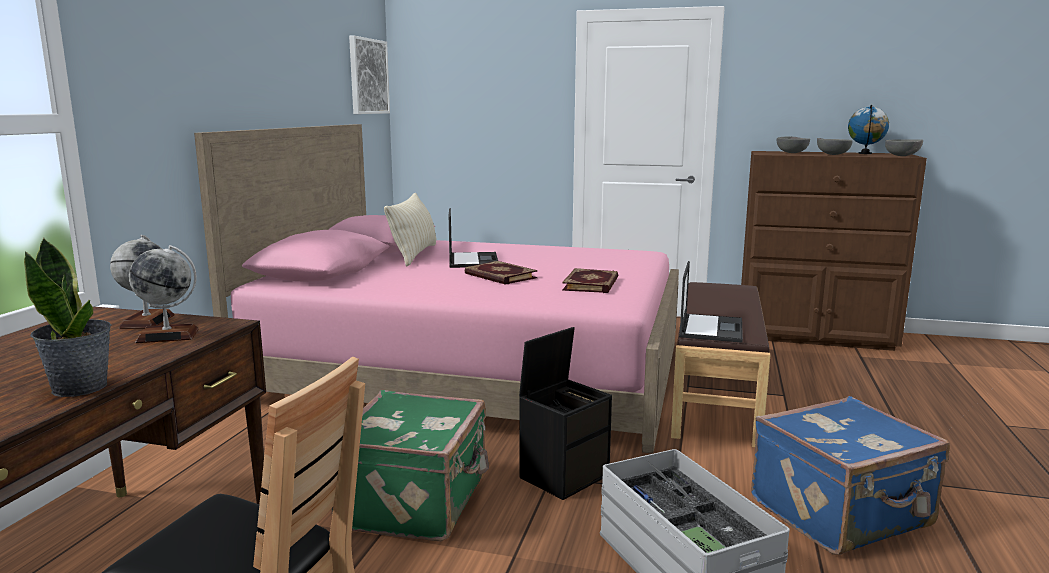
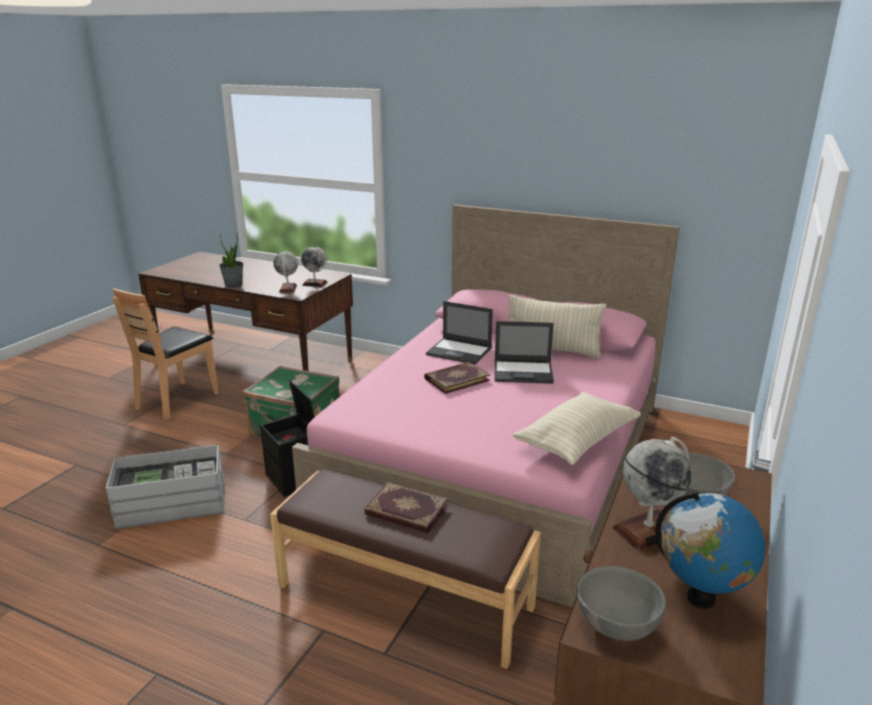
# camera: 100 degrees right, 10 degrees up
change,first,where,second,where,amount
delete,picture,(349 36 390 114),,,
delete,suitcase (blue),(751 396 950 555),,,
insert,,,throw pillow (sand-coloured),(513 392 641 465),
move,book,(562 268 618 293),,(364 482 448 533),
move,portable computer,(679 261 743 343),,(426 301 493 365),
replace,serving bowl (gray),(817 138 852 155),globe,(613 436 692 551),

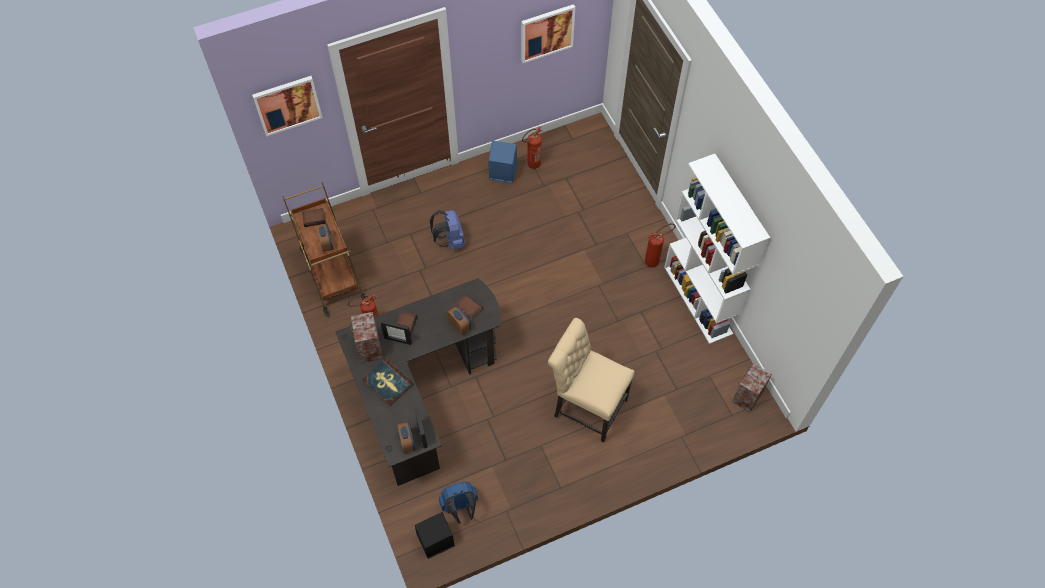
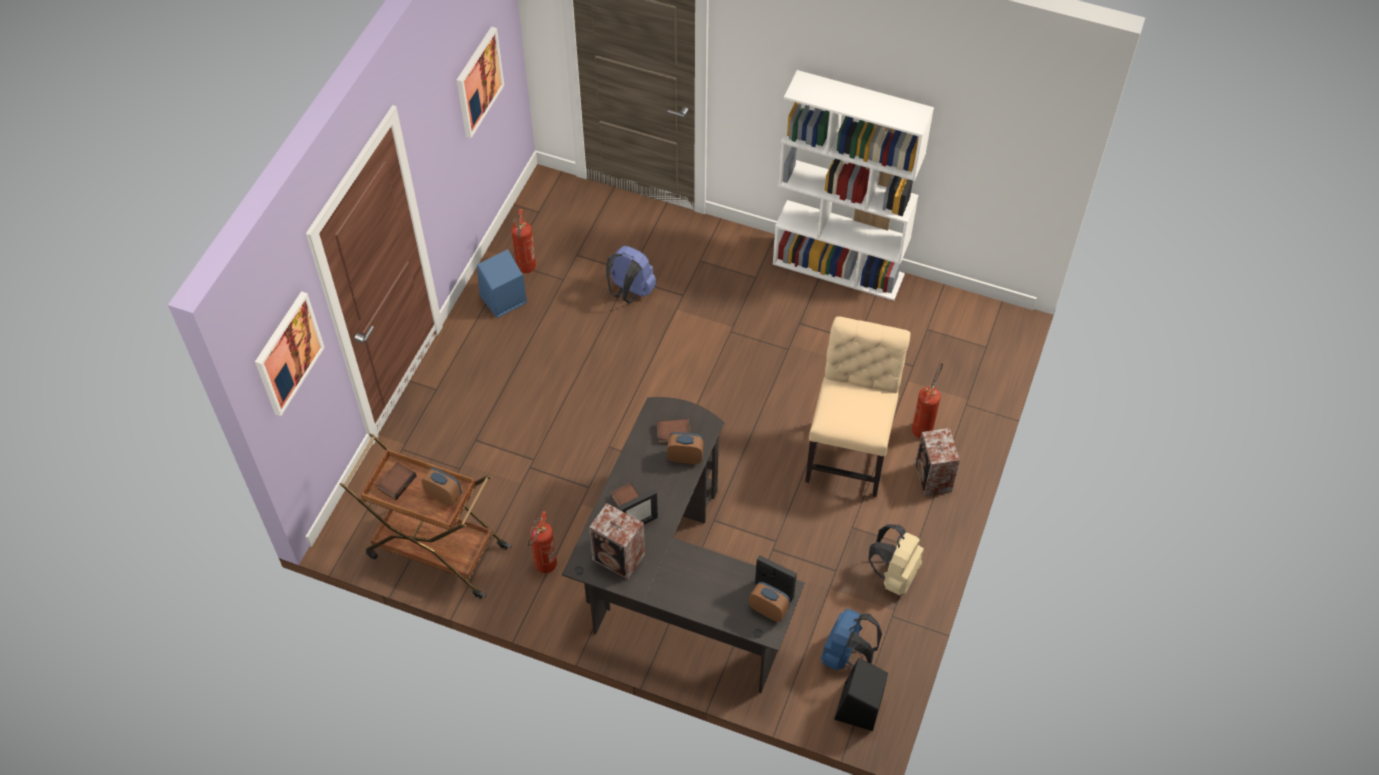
# camera: 45 degrees left, 5 degrees down
change,first,where,second,where,amount
delete,book,(362 358 413 407),,,
insert,,,knapsack (sand-coloured),(868 524 924 596),
move,knapsack (blue),(430 210 465 250),,(606 246 656 303),
move,extinguisher,(645 223 676 267),,(912 362 943 438),
move,speaker,(732 363 772 412),,(915 428 960 496),
rotate,chair (sand-coloured),(548 318 634 442),,(805 316 910 497),120 degrees clockwise

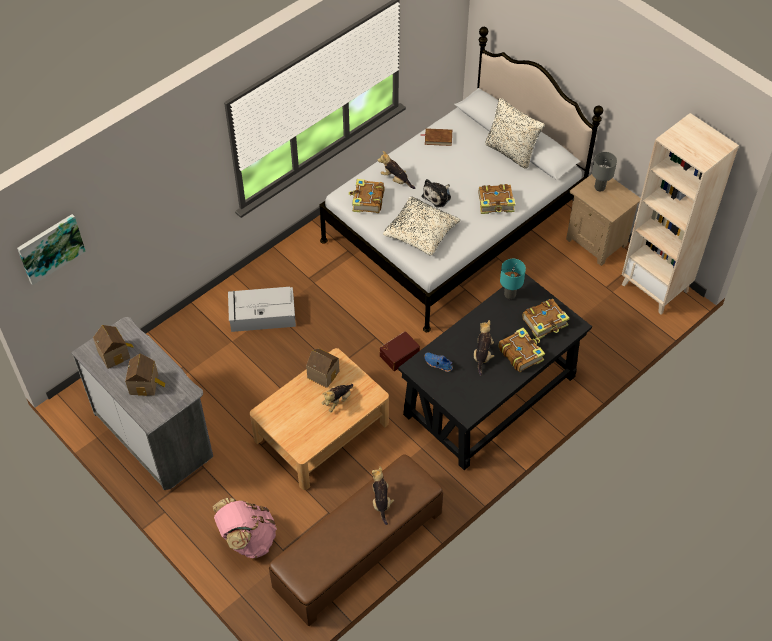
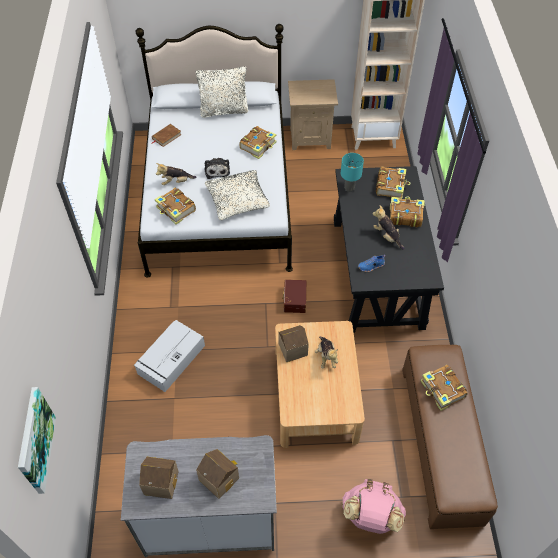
# camera: 50 degrees left, 0 degrees up
change,first,where,second,where,amount
delete,tabletop lamp (gray),(592 152 617 192),,,
replace,cuddly toy,(372 467 394 525),book,(420 365 468 411),

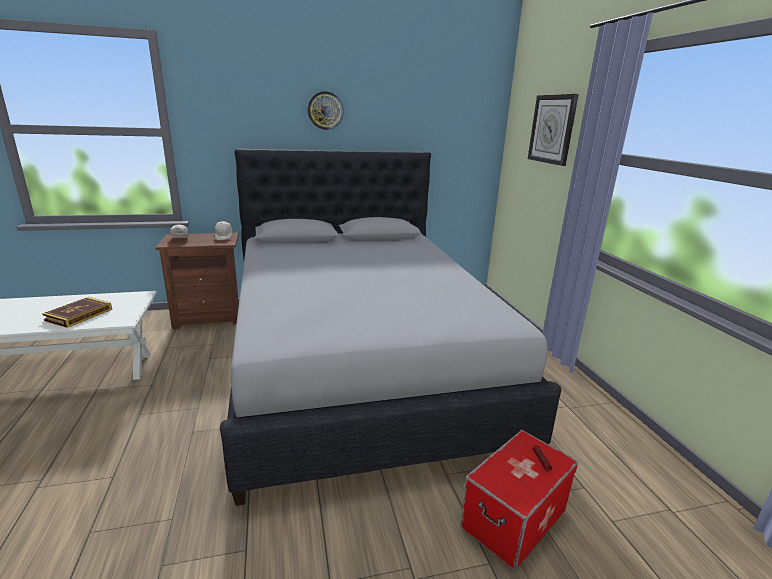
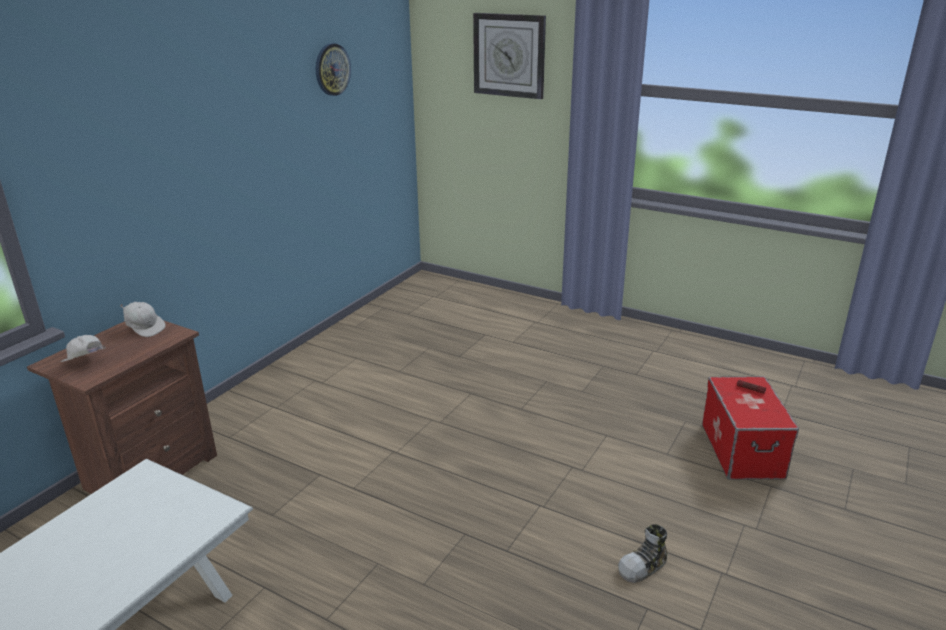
# camera: 45 degrees left, 5 degrees up
change,first,where,second,where,amount
delete,book,(42 297 112 328),,,
delete,sleeping bed (gray),(220 149 561 506),,,
insert,,,item of footwear,(618 524 668 583),
move,clock on the wall,(308 91 344 130),,(316 43 351 96),

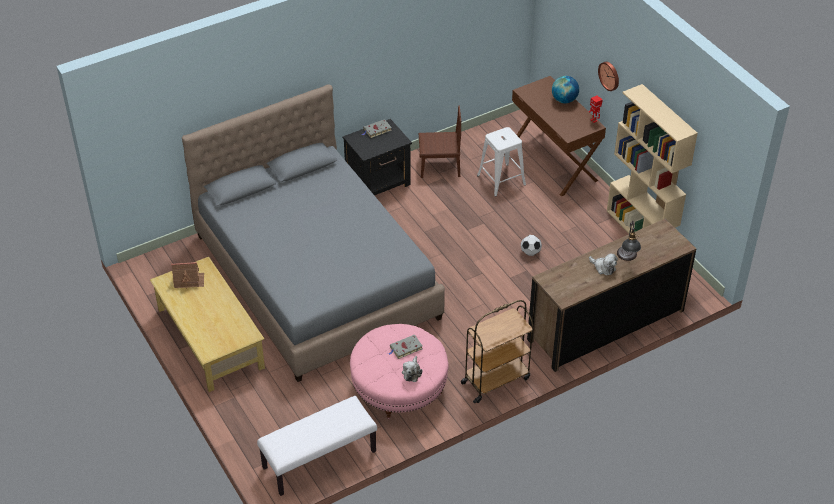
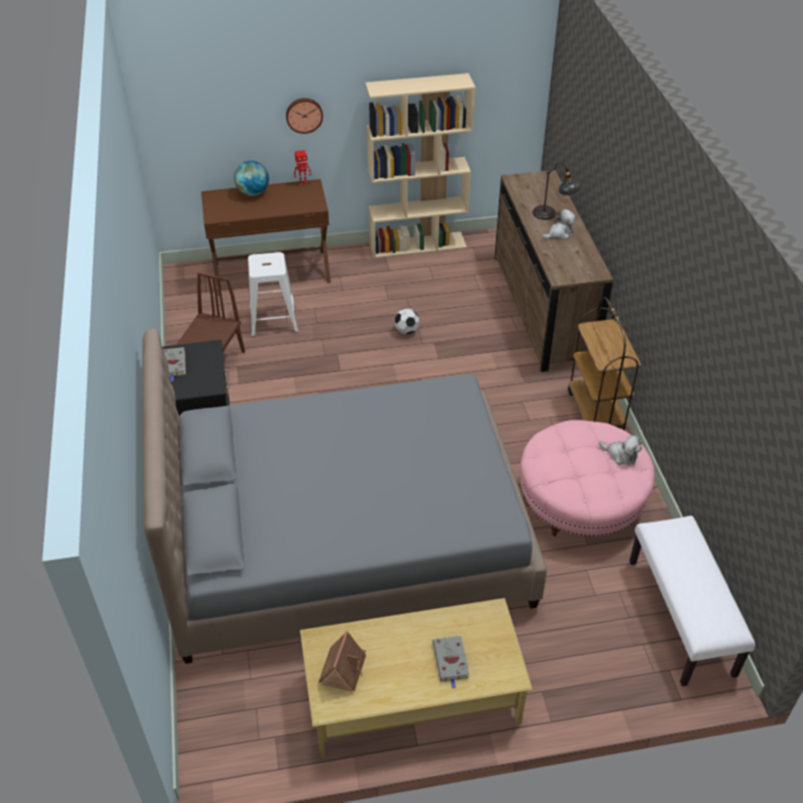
# camera: 70 degrees left, 0 degrees up
change,first,where,second,where,amount
move,book (gray),(388 335 423 359),,(433 636 469 689),

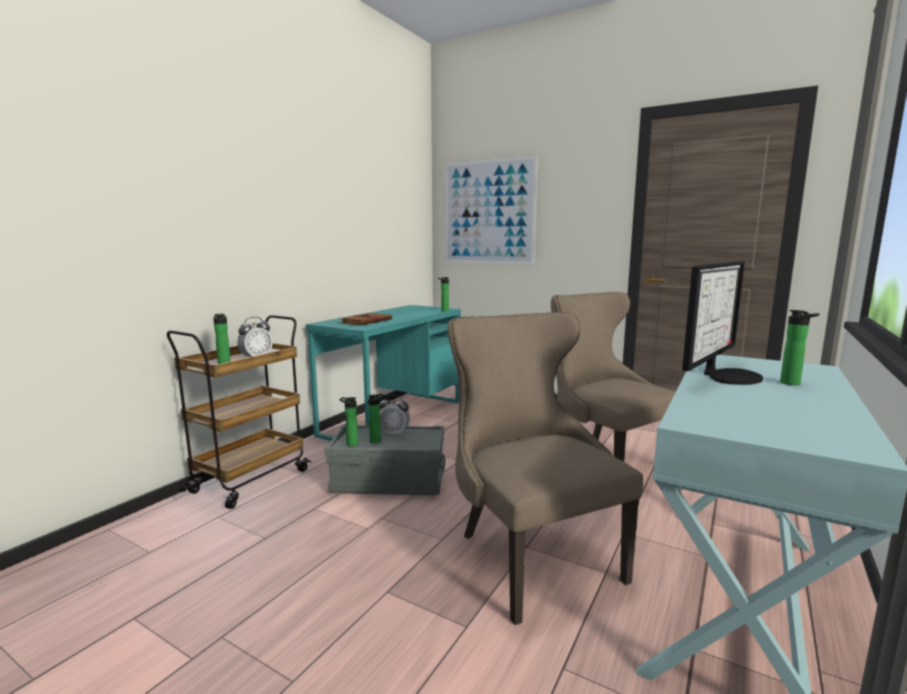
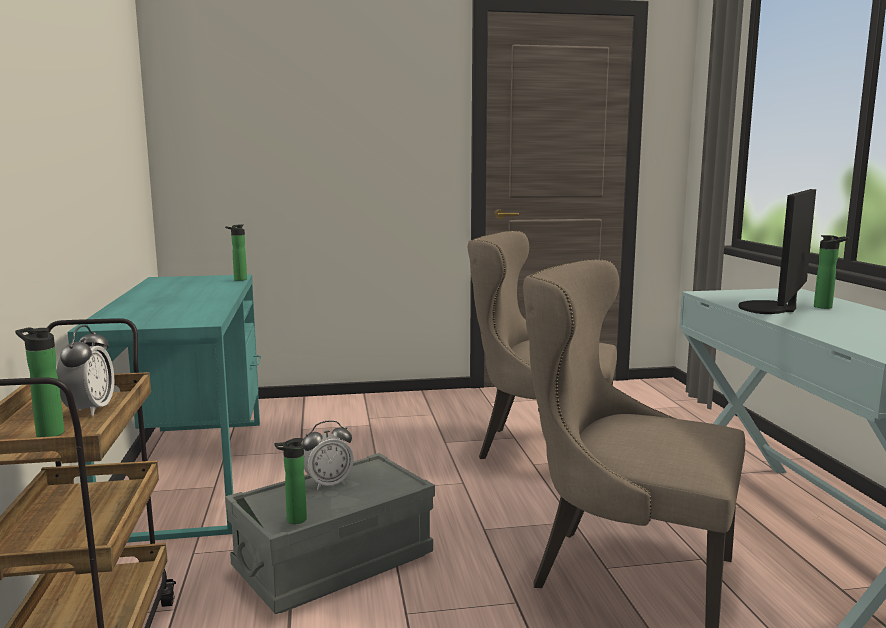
# camera: 40 degrees left, 0 degrees up
change,first,where,second,where,amount
delete,book (brown-coloured),(339 313 392 326),,,
delete,drink bottle,(368 393 384 443),,,
delete,picture,(444 155 538 265),,,
rotate,computer screen,(682 261 763 385),,(738 189 816 314),150 degrees counterclockwise

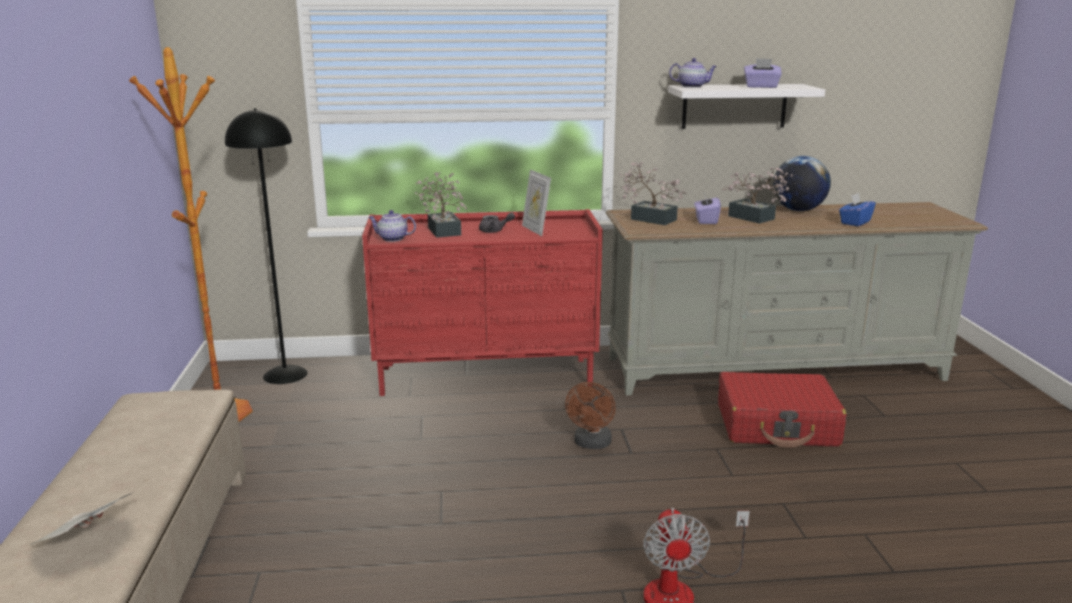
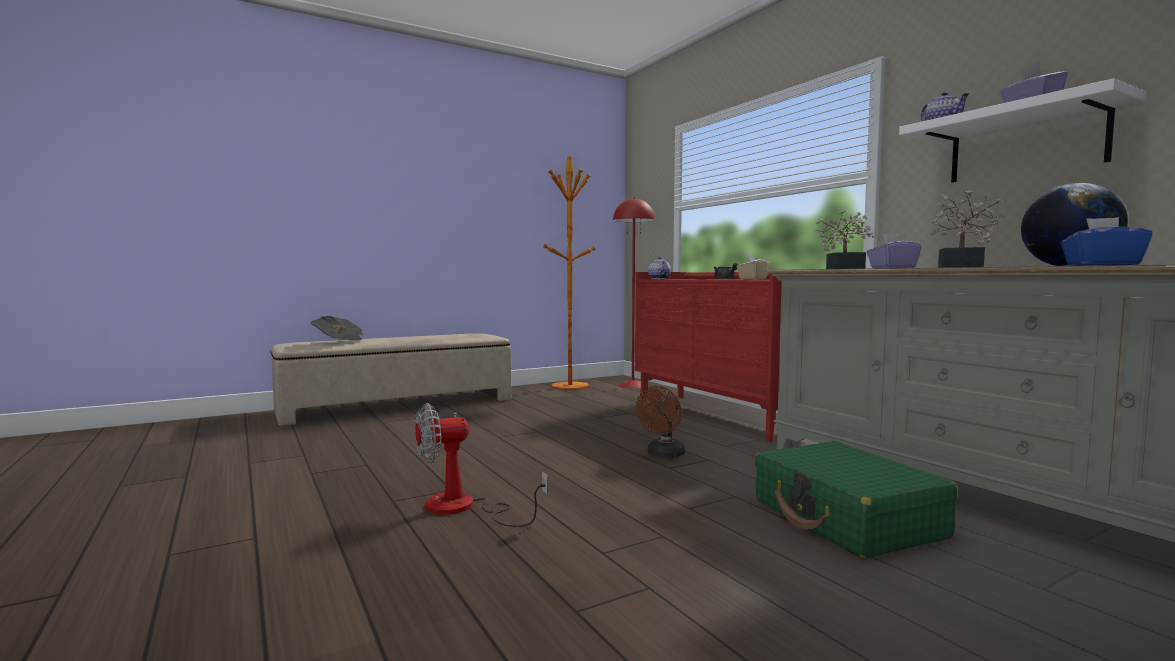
# camera: 65 degrees right, 15 degrees down
change,first,where,second,where,amount
delete,potted plant,(415 172 467 238),,,
replace,picture frame,(522 169 551 236),box of tissues (sand-coloured),(737 253 769 280),
recolor,floor lamp (blackish),(225 108 307 384),floor lamp (reddish),(613 198 655 389),
recolor,suitcase (reddish),(718 372 846 448),suitcase (greenish),(755 441 957 559),
rotate,electric fan (brown-coloured),(565 382 616 449),,(636 386 685 458),45 degrees counterclockwise

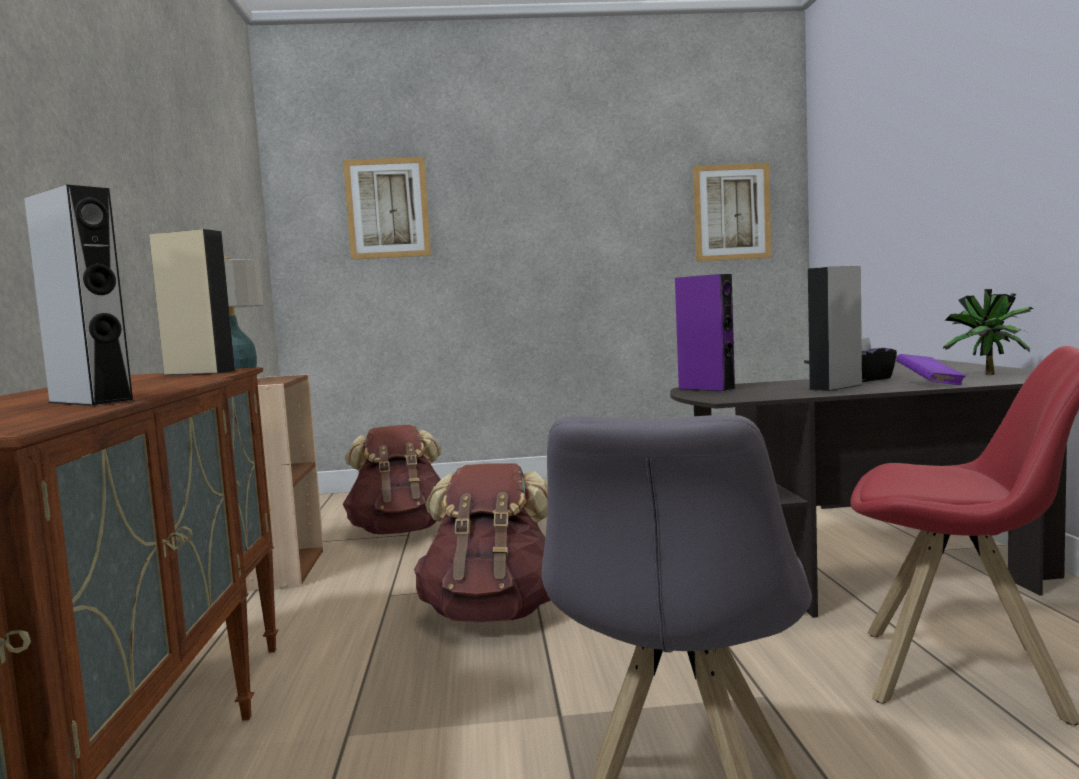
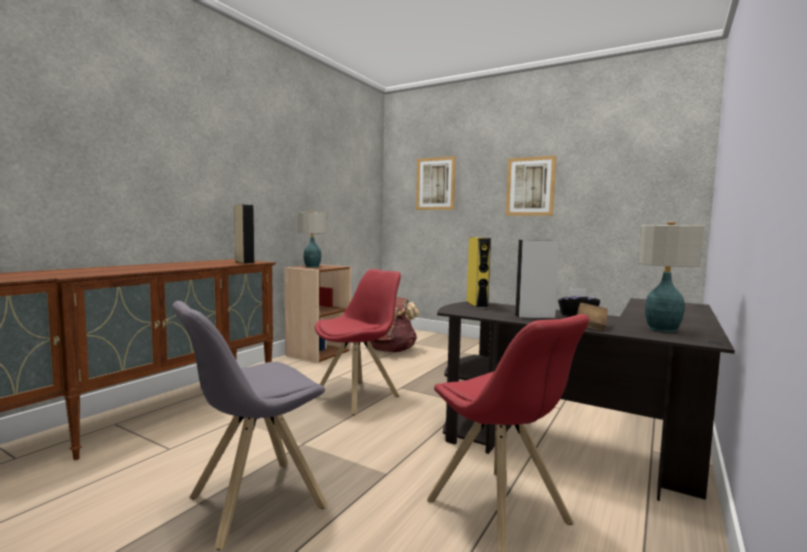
# camera: 35 degrees right, 0 degrees up
change,first,where,second,where,amount
delete,speaker (gray),(24 184 135 406),,,
move,picture,(693 163 771 262),,(506 156 556 216),
replace,knapsack (brown-coloured),(414 463 551 622),chair (reddish),(315 269 401 415),
replace,potted plant,(943 289 1033 375),tabletop lamp,(638 222 704 332),
recolor,speaker (purple-coloured),(675 274 735 392),speaker (yellow-coloured),(467 237 491 307),
recolor,book (purple-coloured),(896 354 966 385),book (brown-coloured),(577 303 608 331),

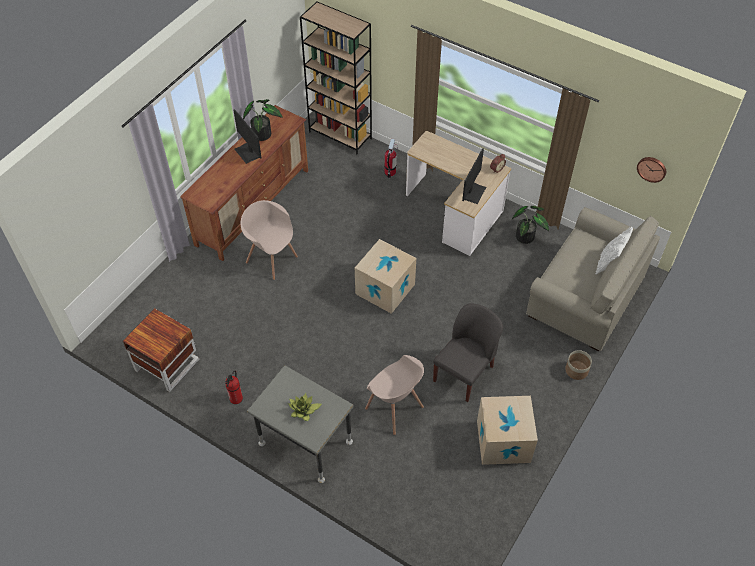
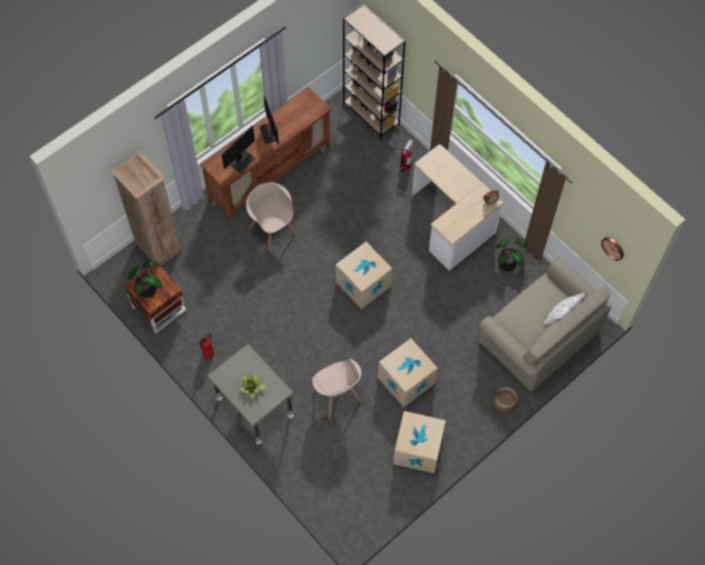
# camera: 15 degrees right, 10 degrees up
change,first,where,second,where,amount
insert,,,cabinet (brown-coloured),(111 151 181 266),
move,potted plant,(243 99 283 141),,(128 260 163 298),
move,computer screen,(462 148 486 204),,(222 126 256 173),
replace,chair (gray),(433 303 503 402),cardboard box,(378 338 438 407),

